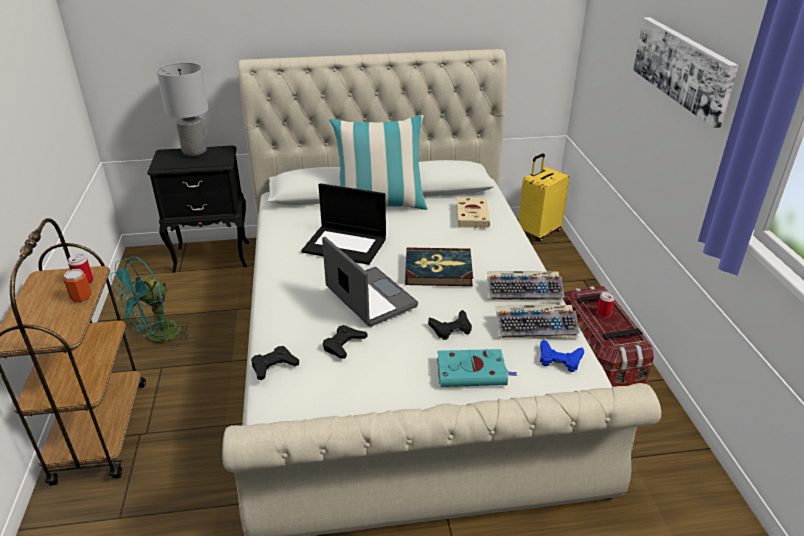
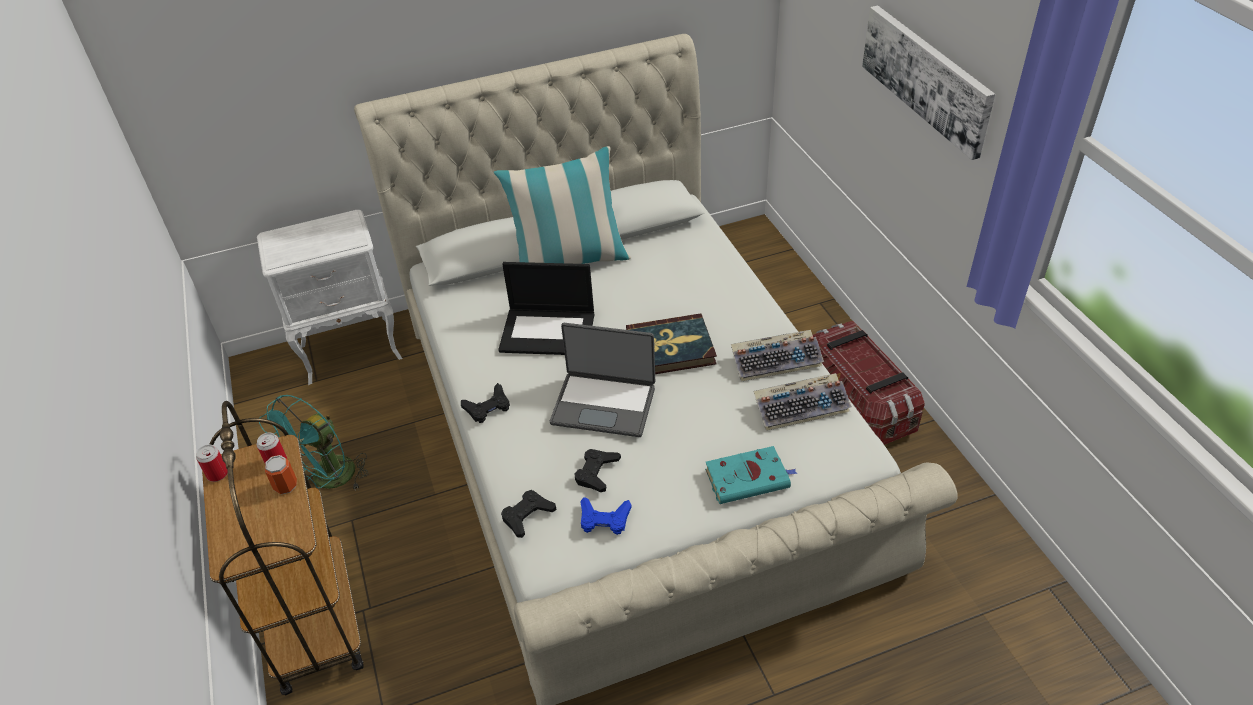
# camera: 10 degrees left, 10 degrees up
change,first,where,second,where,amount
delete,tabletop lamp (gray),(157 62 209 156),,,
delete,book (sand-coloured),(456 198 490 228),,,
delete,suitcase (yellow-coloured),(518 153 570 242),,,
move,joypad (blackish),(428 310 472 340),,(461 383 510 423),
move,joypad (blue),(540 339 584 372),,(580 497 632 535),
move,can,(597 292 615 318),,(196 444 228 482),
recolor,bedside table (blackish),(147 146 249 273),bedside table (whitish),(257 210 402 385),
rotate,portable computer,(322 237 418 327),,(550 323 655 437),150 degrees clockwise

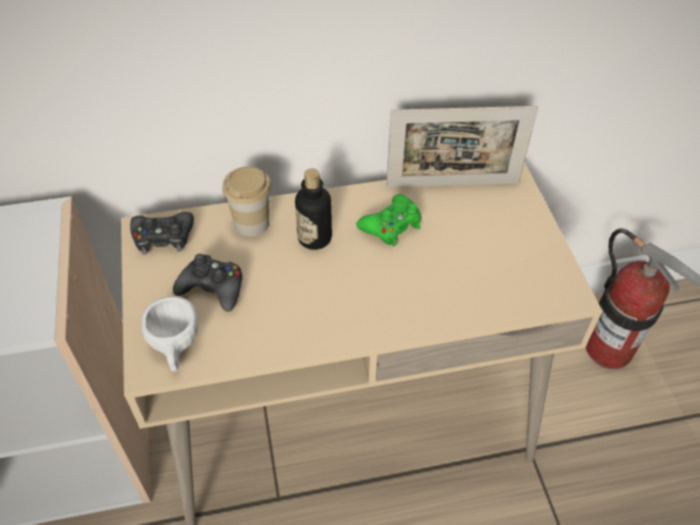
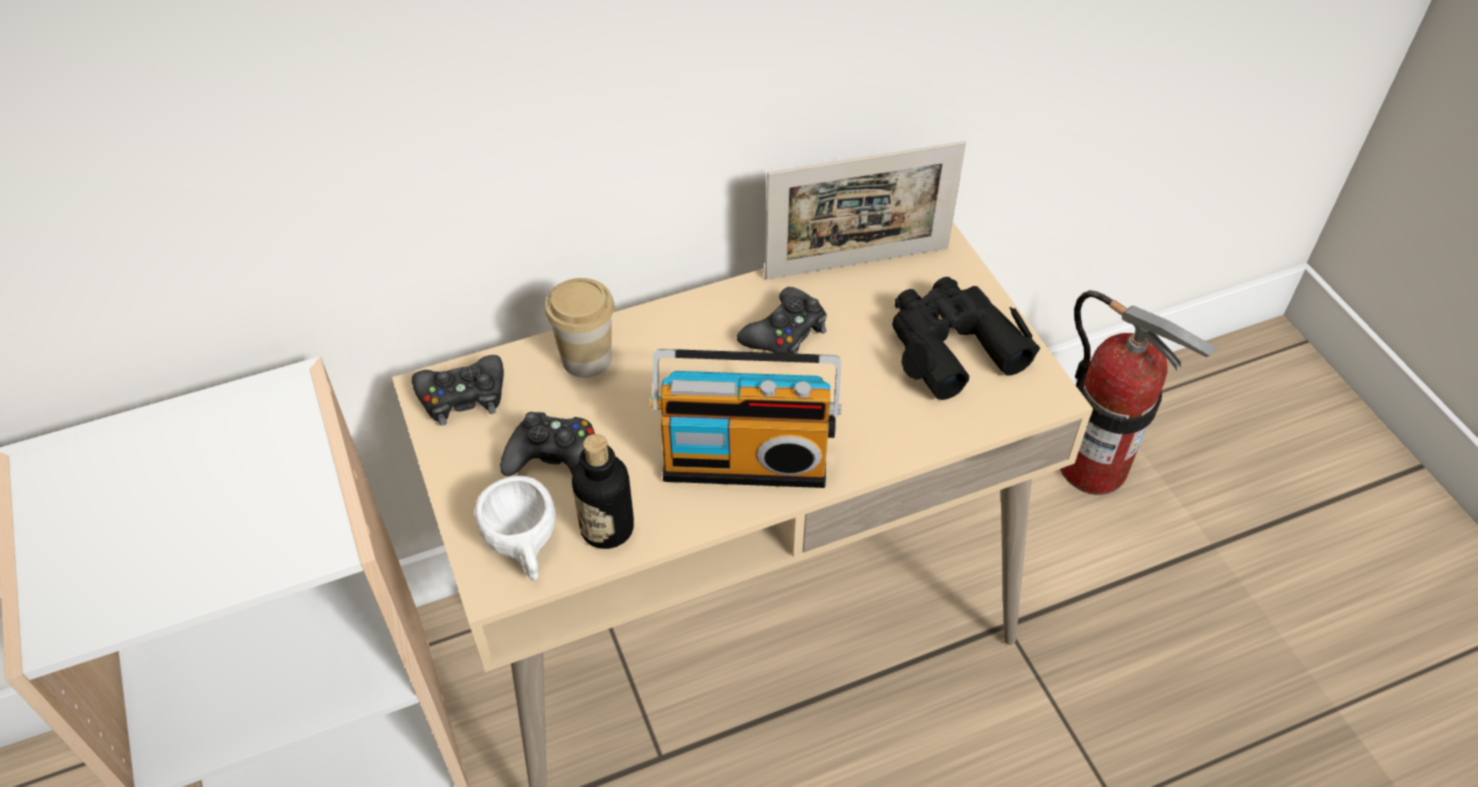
# camera: 10 degrees left, 0 degrees up
change,first,where,second,where,amount
insert,,,radio,(651 349 841 488),
insert,,,pair of binoculars (blackish),(892 277 1040 400),
move,drink bottle,(295 168 332 250),,(572 434 634 549),
recolor,joypad (greenish),(356 194 422 246),joypad (blackish),(737 287 827 354),

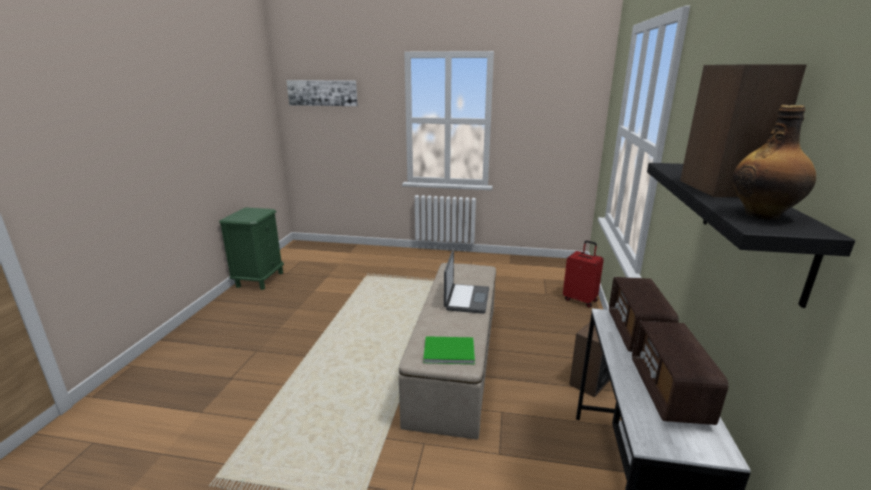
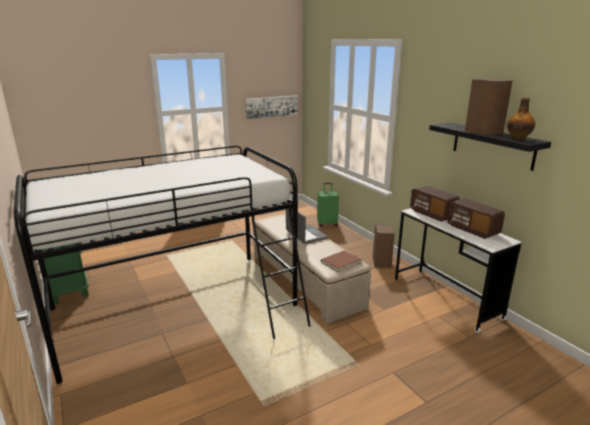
# camera: 40 degrees left, 0 degrees up
change,first,where,second,where,amount
insert,,,sleeping bed (blackish),(13 146 311 384),
move,picture,(286 80 358 106),,(246 95 298 119),
recolor,book (greenish),(423 336 475 364),book (brown-coloured),(321 250 362 272),
recolor,suitcase (reddish),(563 240 604 308),suitcase (greenish),(317 183 339 227),

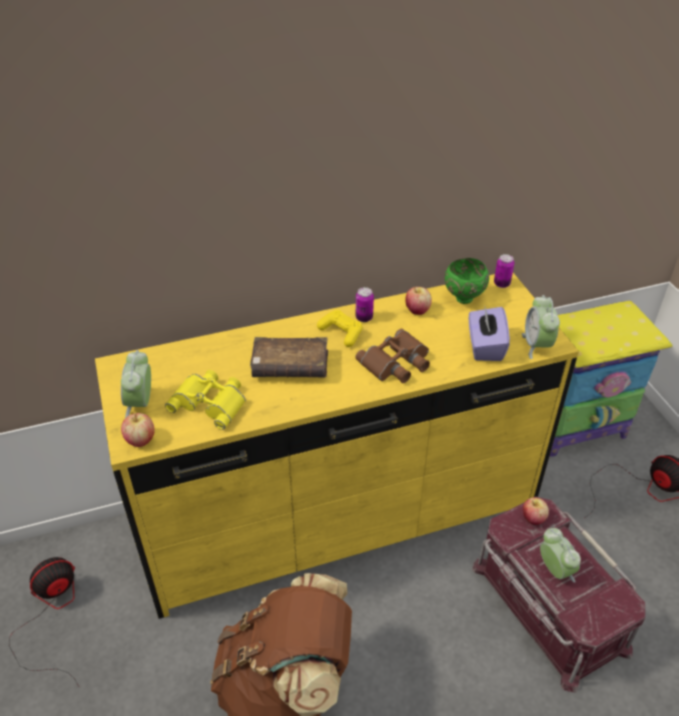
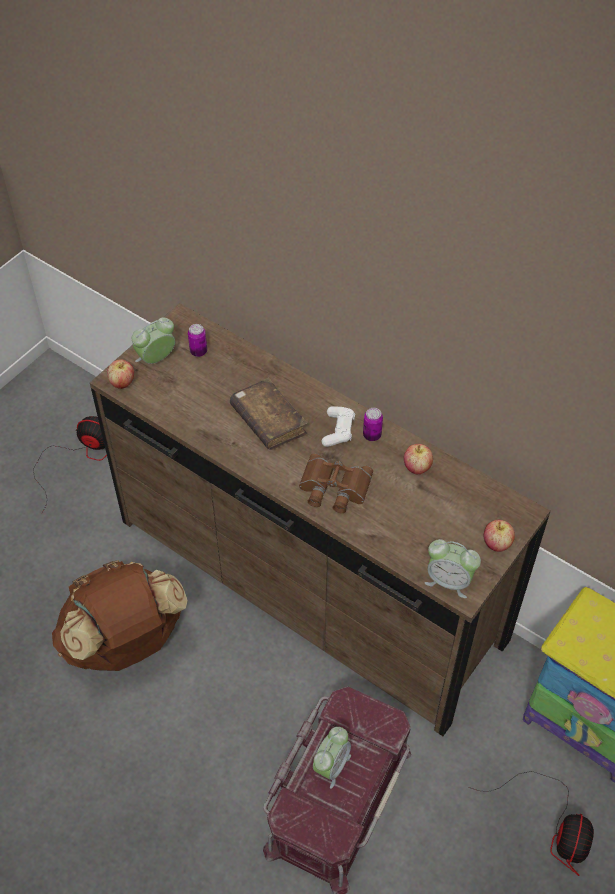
# camera: 55 degrees right, 10 degrees up
change,first,where,second,where,amount
delete,pair of binoculars (yellow-coloured),(165 370 246 430),,,
delete,serving bowl (greenish),(445 258 489 304),,,
delete,box of tissues (purple-coloured),(469 307 510 361),,,
move,can,(494 254 514 288),,(188 324 207 357),
move,whole apple,(523 497 549 525),,(484 520 515 552),
recolor,drawer chest (yellow-coloured),(95 273 579 619),drawer chest (brown-coloured),(90 303 550 736),
recolor,joypad (yellow-coloured),(317 310 363 347),joypad (whitish),(321 406 355 447),
rotate,table clock,(522 295 560 359),,(425 539 481 598),120 degrees counterclockwise

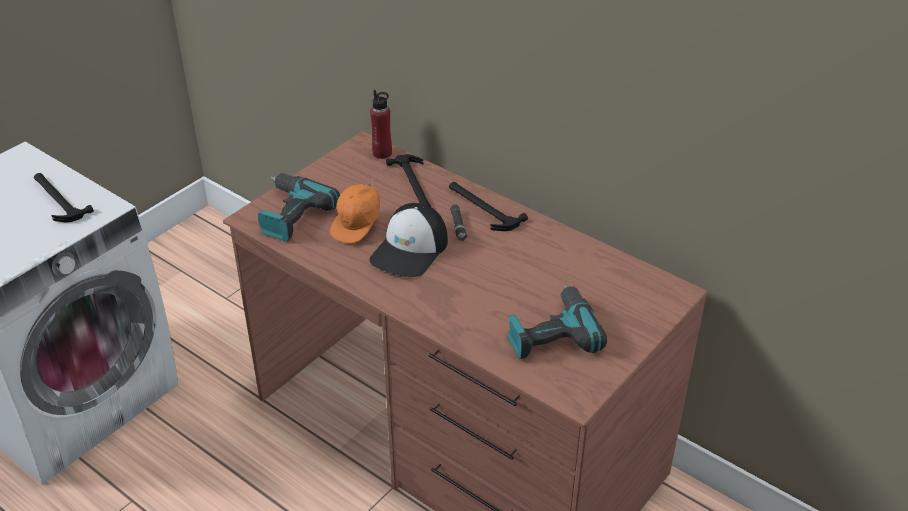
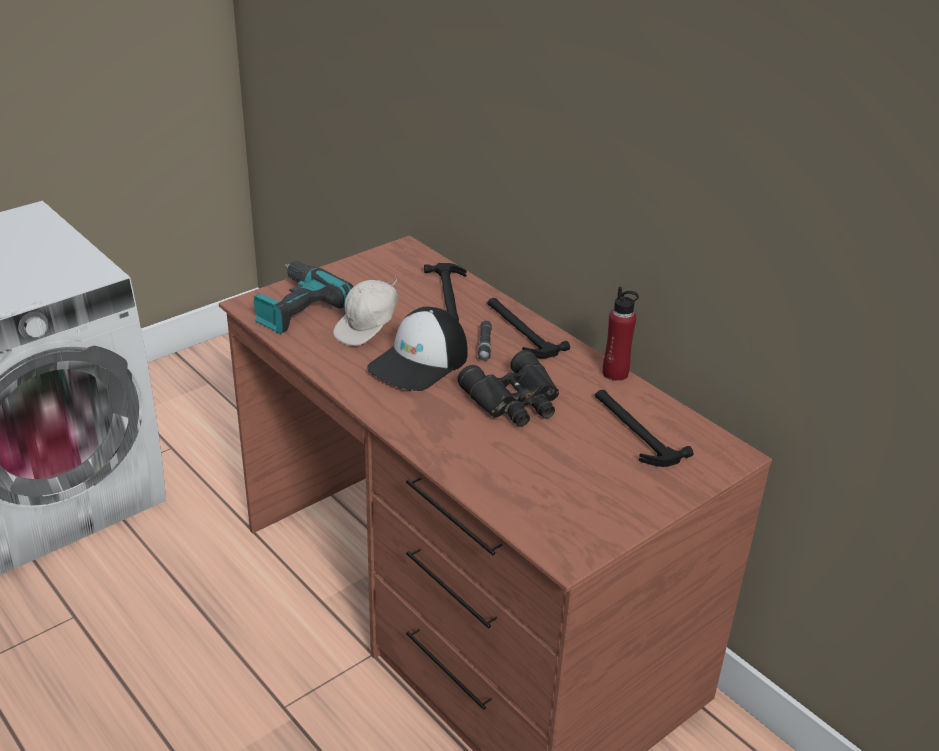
# camera: 10 degrees right, 5 degrees down
change,first,where,second,where,amount
delete,power drill,(507 285 607 359),,,
insert,,,pair of binoculars (blackish),(457 350 559 427),
move,hand hammer,(34 173 94 222),,(595 390 693 467),
move,drink bottle (reddish),(370 90 392 159),,(603 287 639 381),
recolor,baseball cap (orange),(330 179 380 244),baseball cap (whitish),(333 276 398 346),

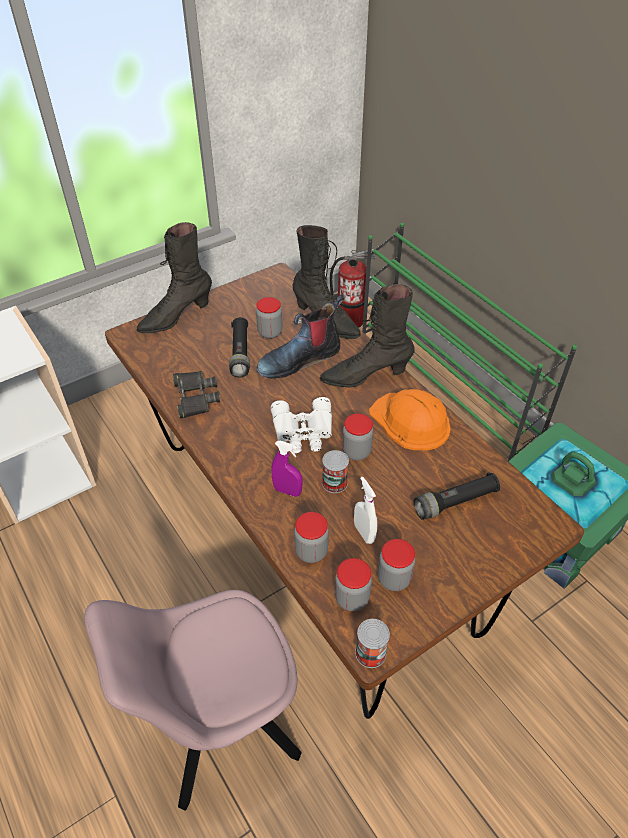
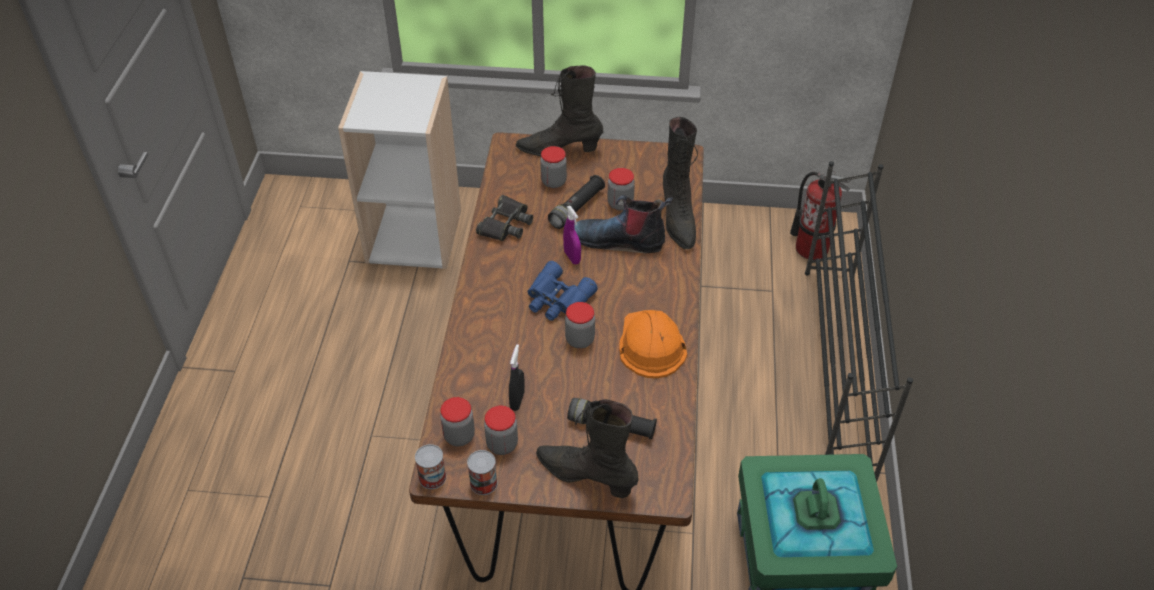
# camera: 40 degrees right, 0 degrees up
change,first,where,second,where,amount
delete,chair (pinkish),(84 590 302 811),,,
move,spray bottle (purple-coloured),(271 441 303 497),,(563 206 581 264),
move,preserve jar,(294 512 329 563),,(540 146 567 188),
move,high-top boot (blackish),(320 284 415 387),,(536 399 639 498),
move,can,(322 450 349 493),,(467 450 498 495),
recolor,pair of binoculars (whitish),(271 397 332 453),pair of binoculars (blue),(528 261 598 321),
recolor,spray bottle (whitish),(354 477 377 544),spray bottle (blackish),(509 344 525 411),
recolor,shoe stand (greenish),(362 223 577 461),shoe stand (blackish),(805 161 913 482),

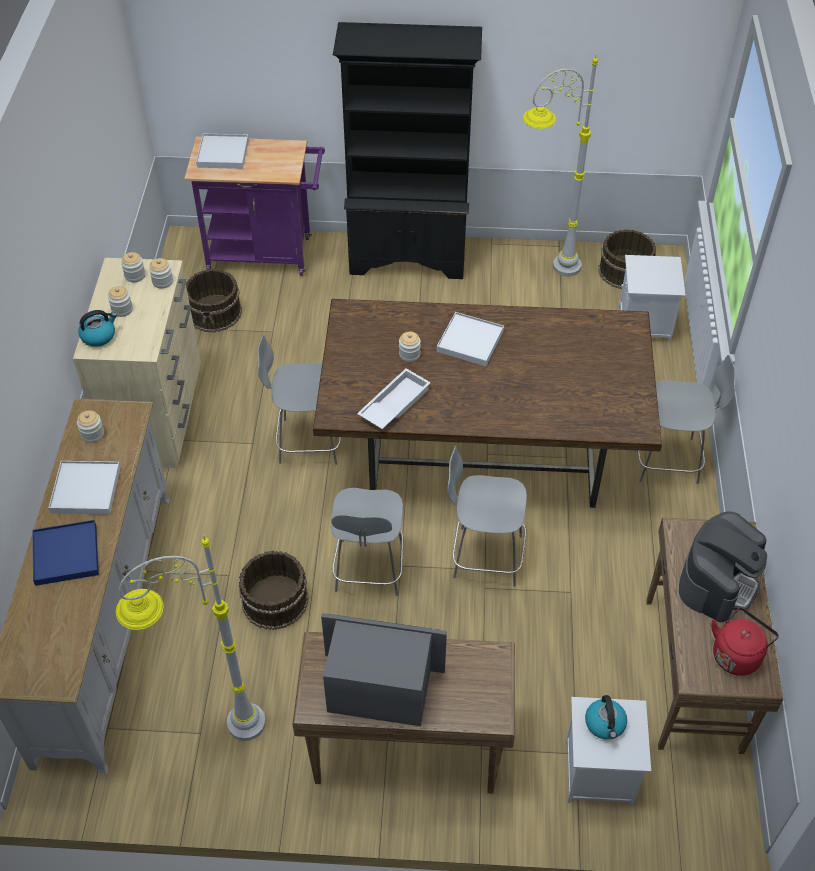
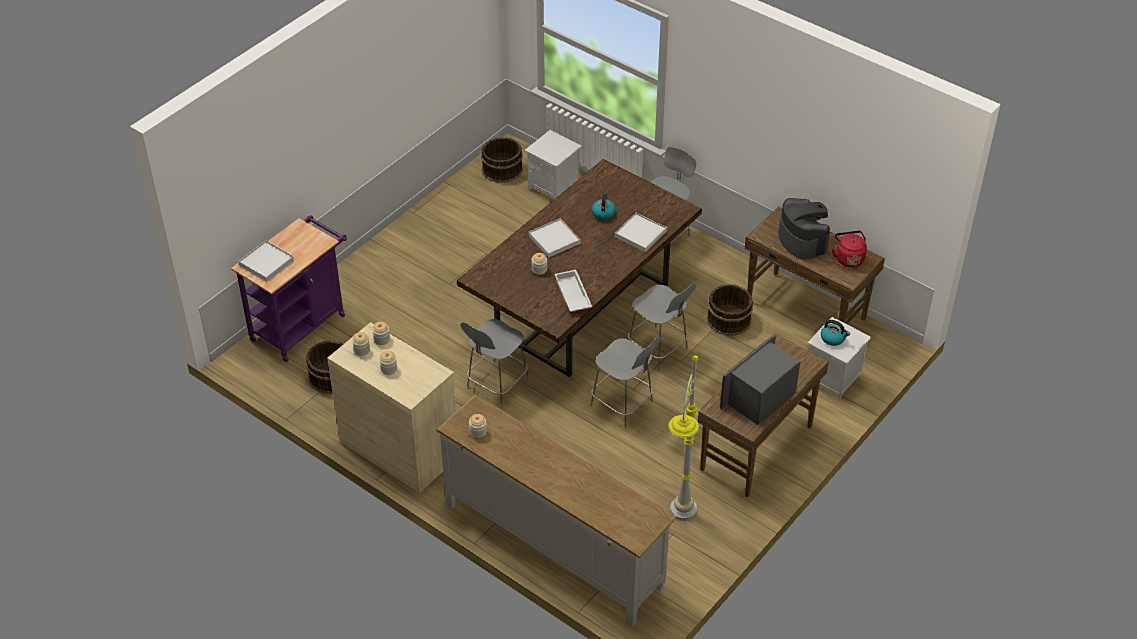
# camera: 55 degrees left, 5 degrees down
change,first,where,second,where,amount
delete,tray (blue),(33 520 99 586),,,
delete,shelving unit (blackish),(333 22 482 279),,,
delete,floor lamp (gray),(523 53 598 277),,,
move,tray (whitish),(48 461 121 514),,(615 213 667 252),
move,tea kettle,(78 310 117 347),,(592 193 616 220),
move,bucket (brown-coloured),(238 550 309 630),,(707 284 753 336),
rotate,chair (gray),(448 446 527 587),,(628 283 696 371),90 degrees counterclockwise

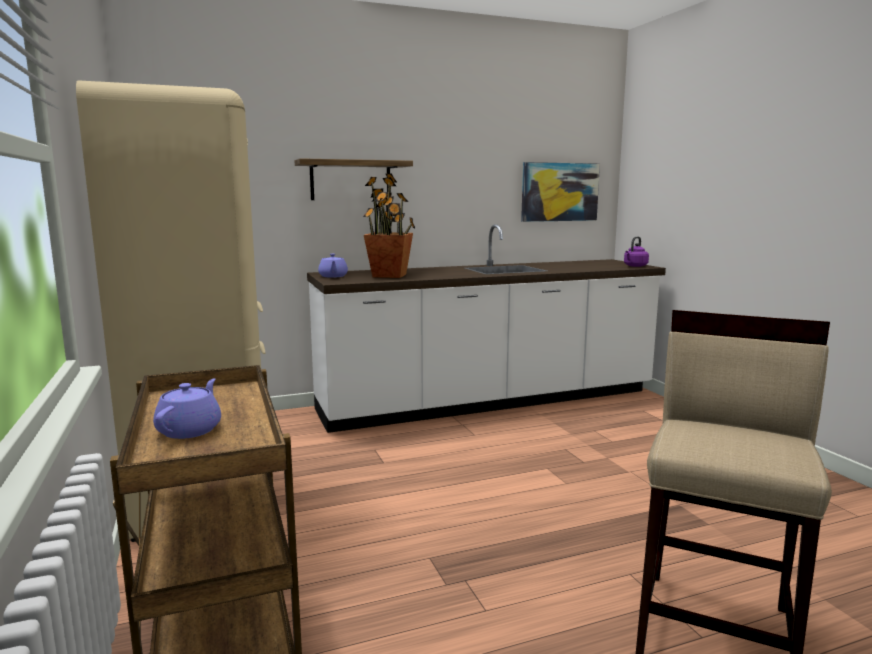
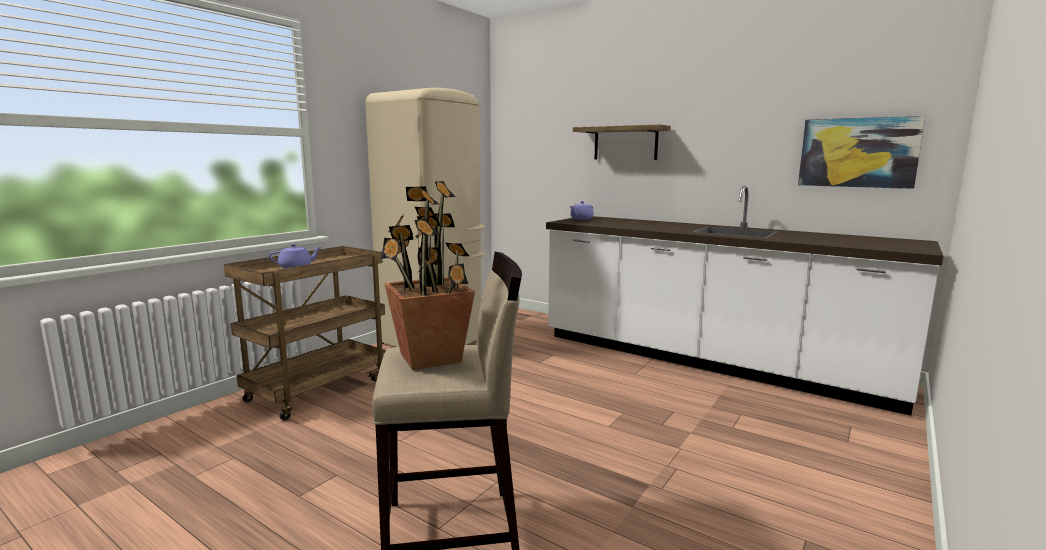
# camera: 55 degrees right, 0 degrees up
change,first,where,second,where,amount
delete,tea kettle (purple-coloured),(624 236 649 267),,,
move,potted plant,(363 173 415 278),,(381 181 475 370),

